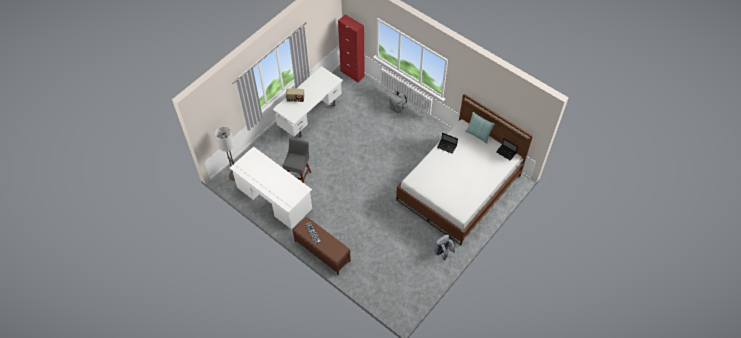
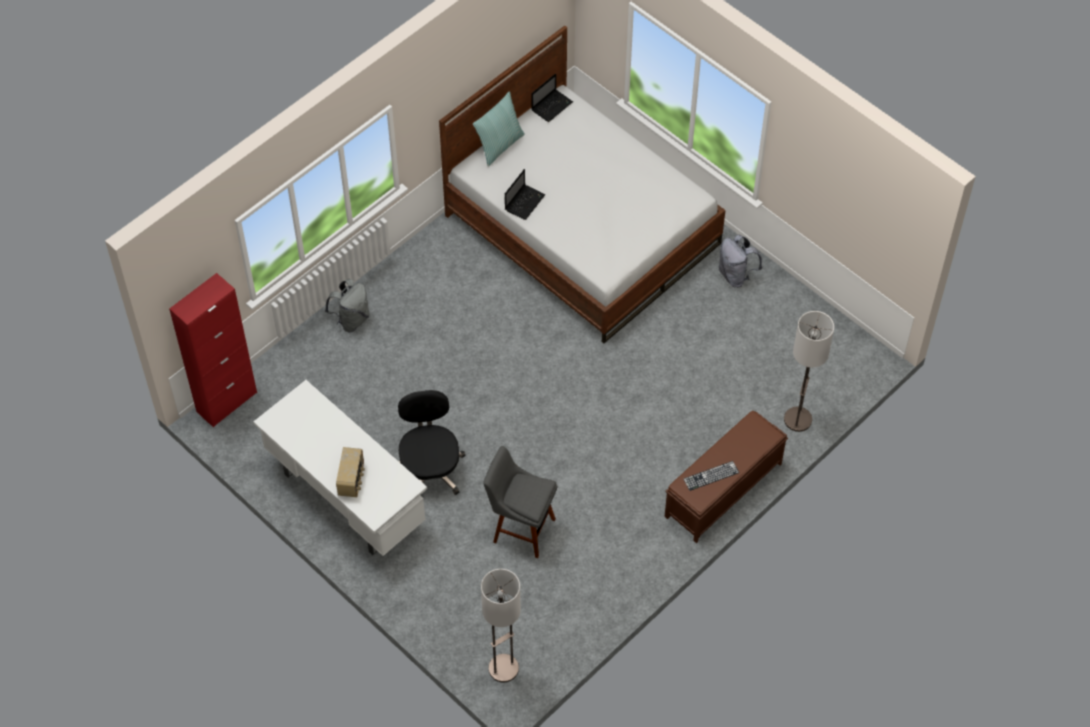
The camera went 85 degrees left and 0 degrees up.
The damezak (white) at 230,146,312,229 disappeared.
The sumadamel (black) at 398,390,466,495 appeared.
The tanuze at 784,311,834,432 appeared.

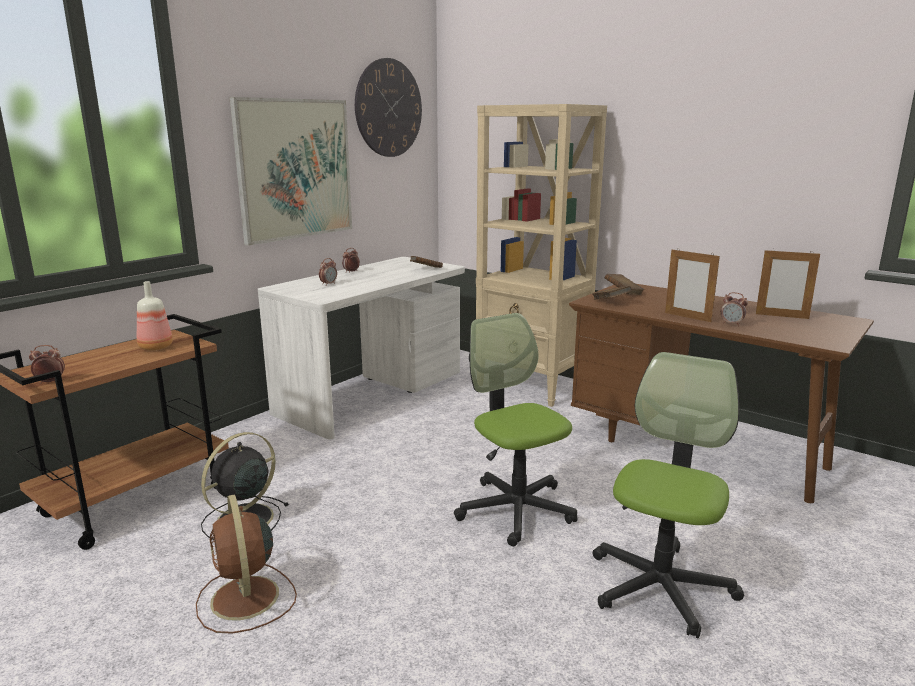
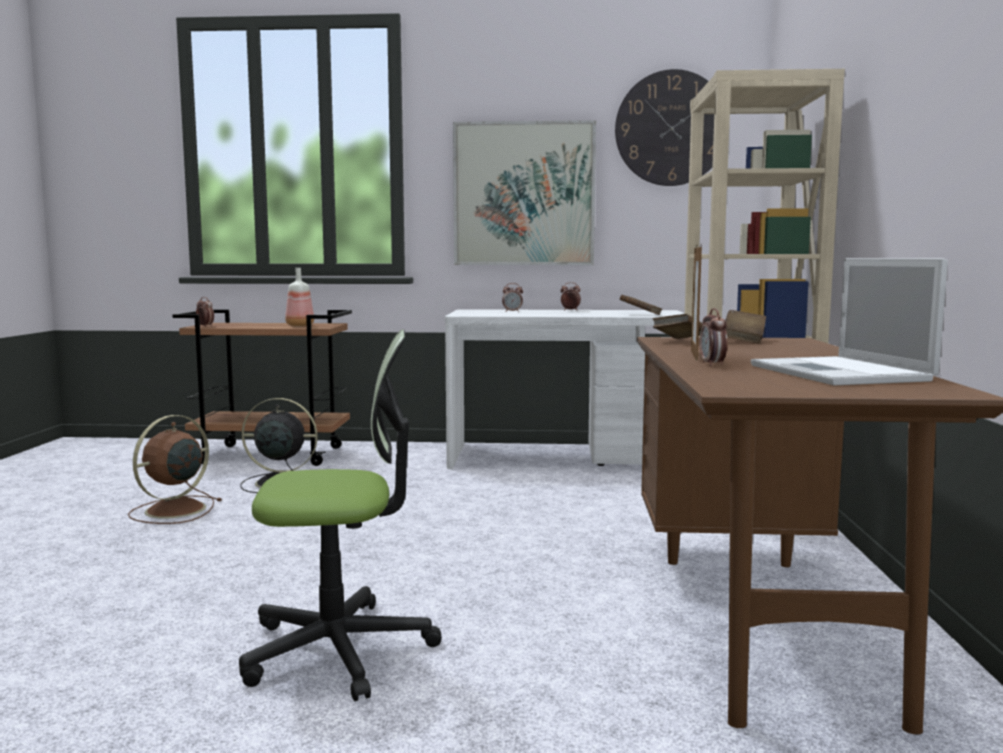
The camera went 55 degrees right and 10 degrees down.
The sumadamel at 454,313,578,546 disappeared.
The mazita at 756,249,820,319 was replaced by the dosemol at 751,258,948,386.

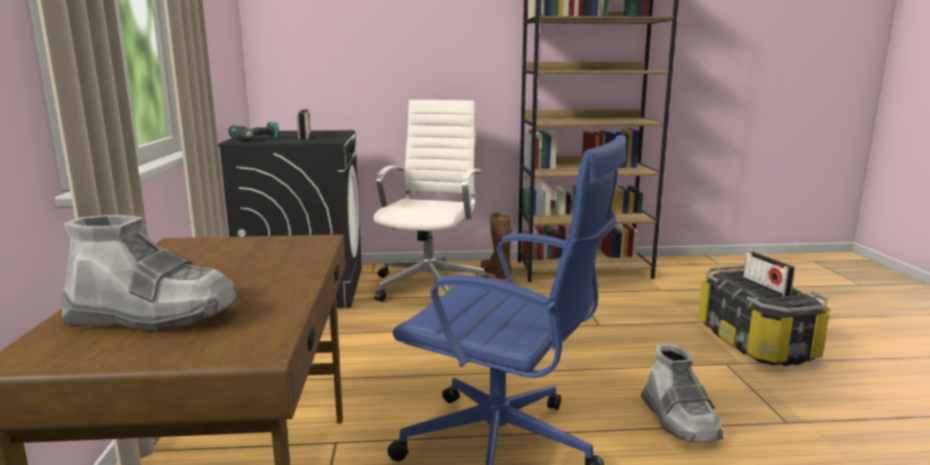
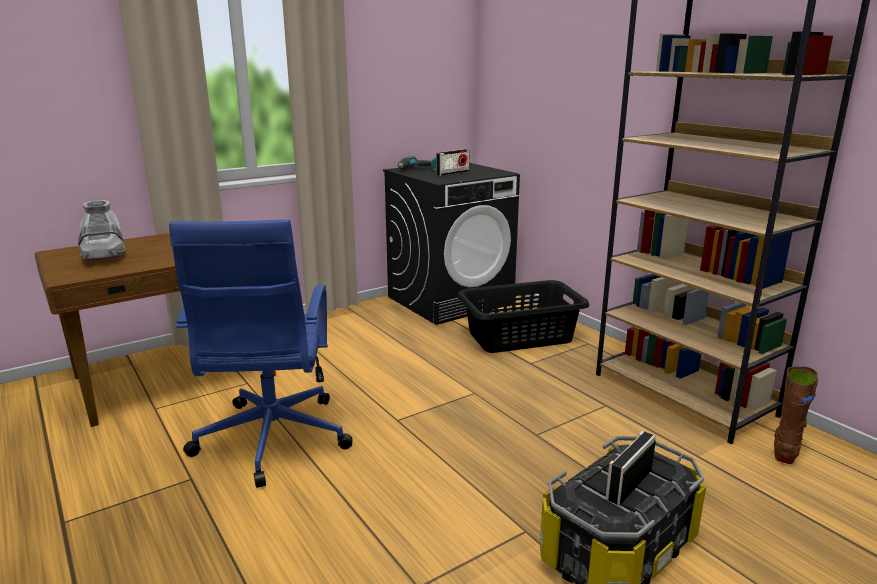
The camera went 60 degrees right and 5 degrees up.
The sumadamel (white) at 373,100,489,302 was replaced by the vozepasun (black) at 457,280,589,353.
The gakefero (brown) moved from 480,213,513,279 to 774,366,818,464.
The gakefero (grey) at 641,344,724,443 disappeared.

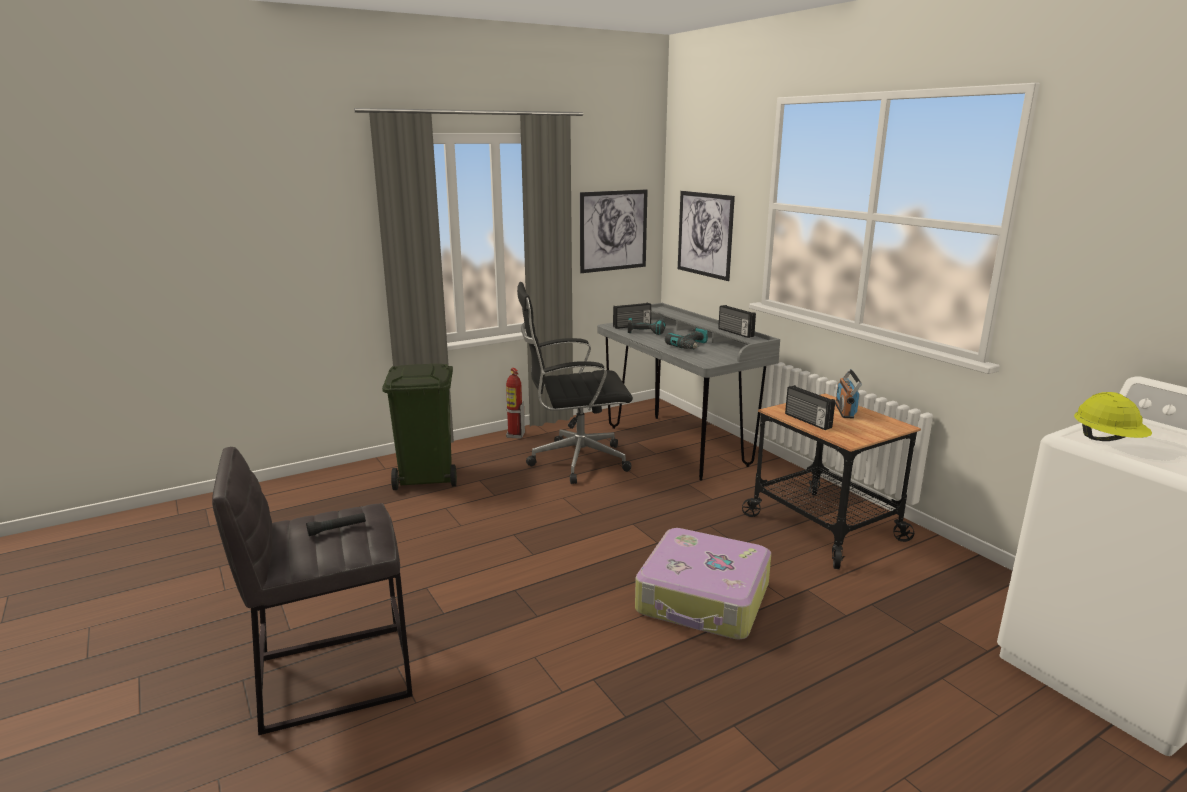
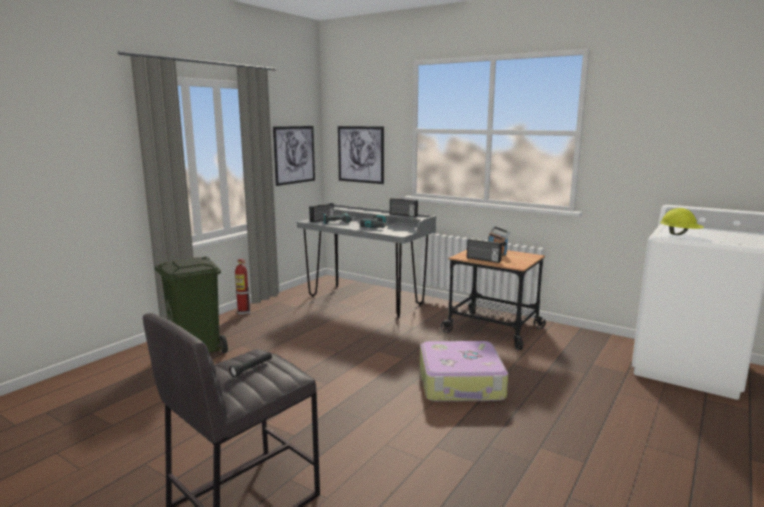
The camera went 25 degrees left and 5 degrees down.
The sumadamel (black) at 517,282,633,484 disappeared.

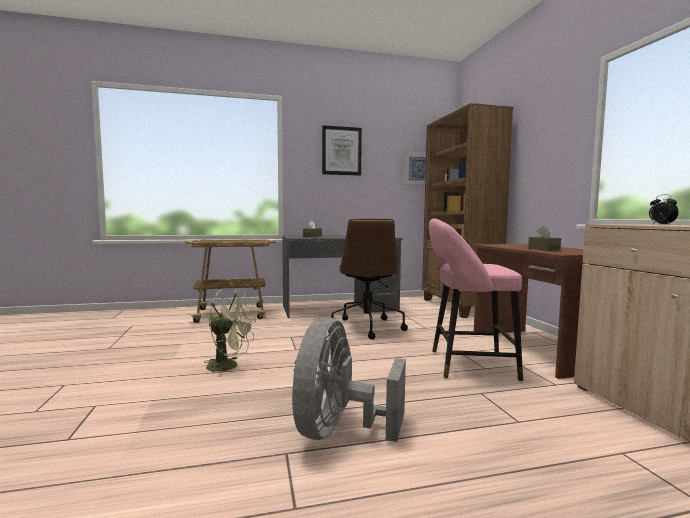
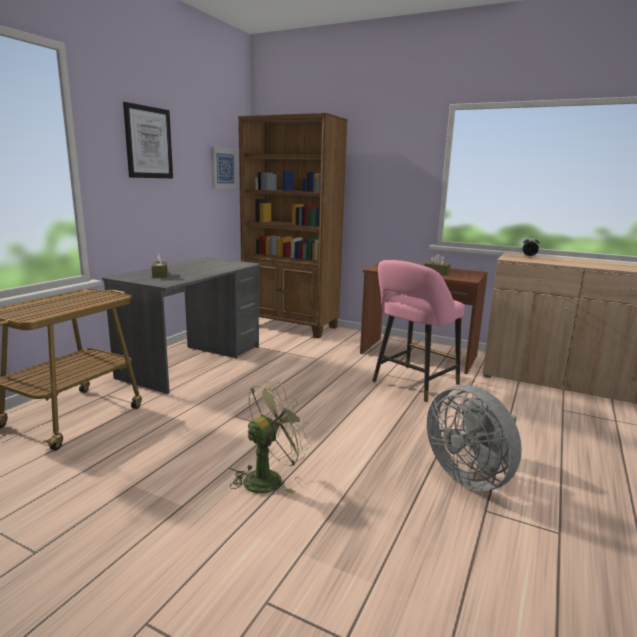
The camera went 50 degrees left and 10 degrees up.
The sumadamel (brown) at 331,219,408,339 disappeared.

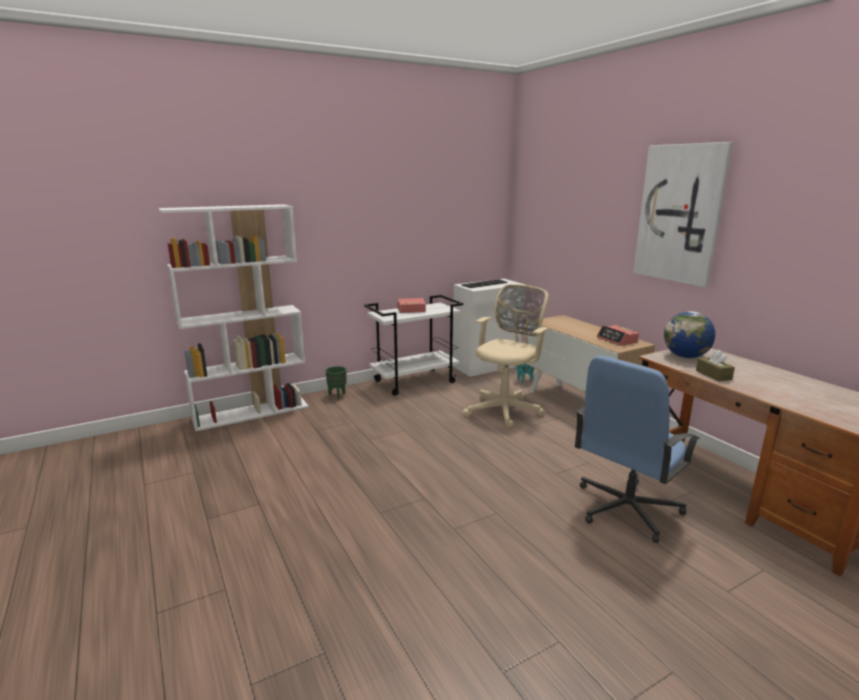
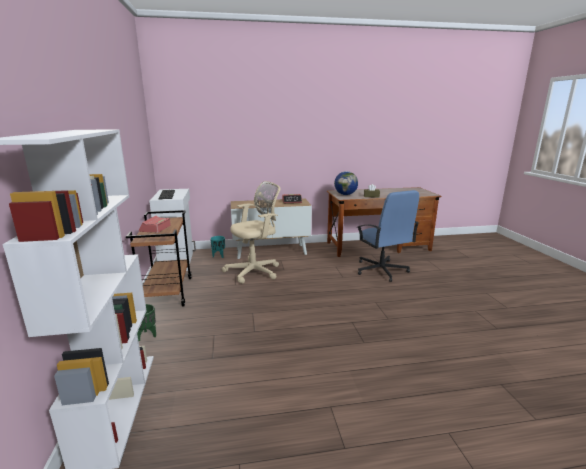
The camera went 70 degrees left and 0 degrees up.
The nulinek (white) at 364,295,464,396 became the nulinek (brown) at 126,210,191,307.
The sumadamel (beige) at 463,284,551,428 turned 90 degrees clockwise.
The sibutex at 633,142,733,287 disappeared.

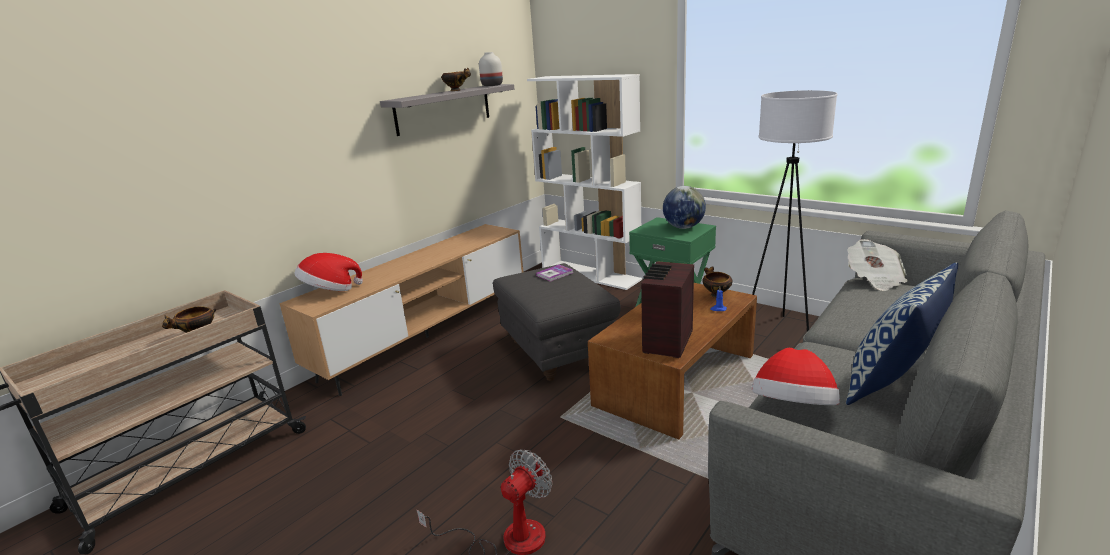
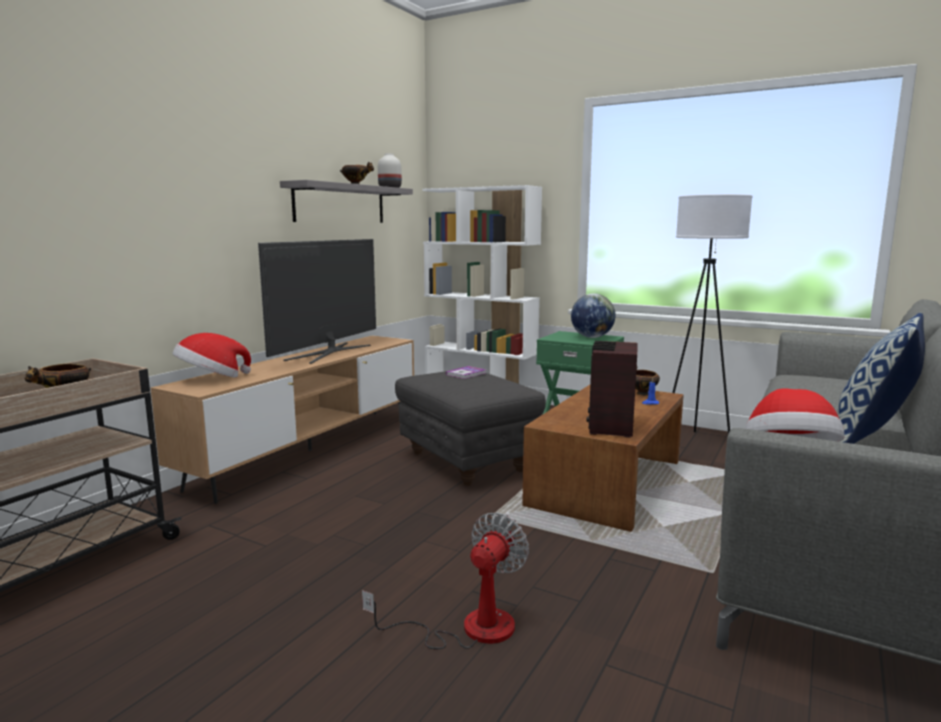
The camera went 10 degrees left and 10 degrees down.
The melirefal at 847,239,908,291 disappeared.
The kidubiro at 258,239,376,364 appeared.

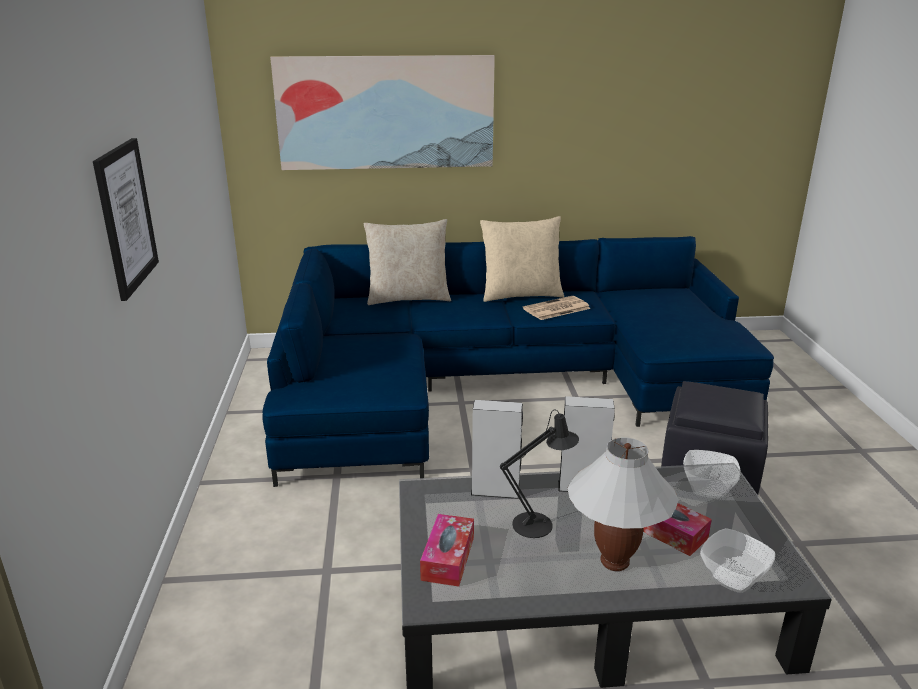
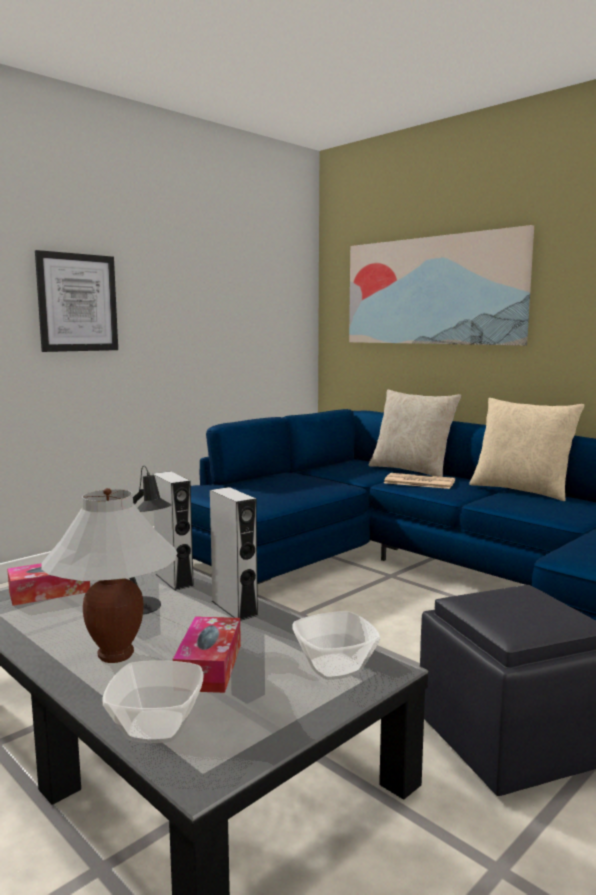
The camera went 50 degrees right and 15 degrees down.
The melirefal moved from 523,296,591,320 to 384,473,455,489.

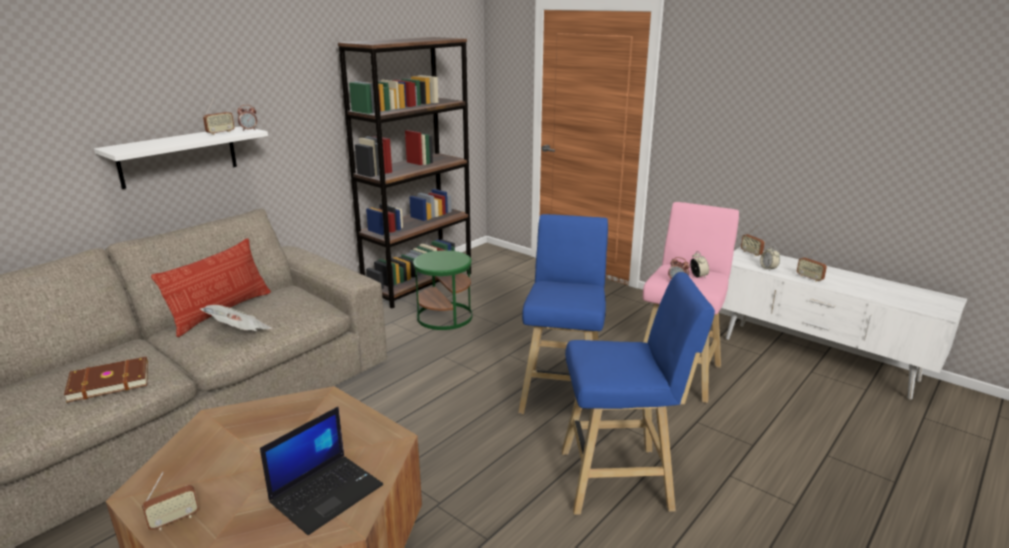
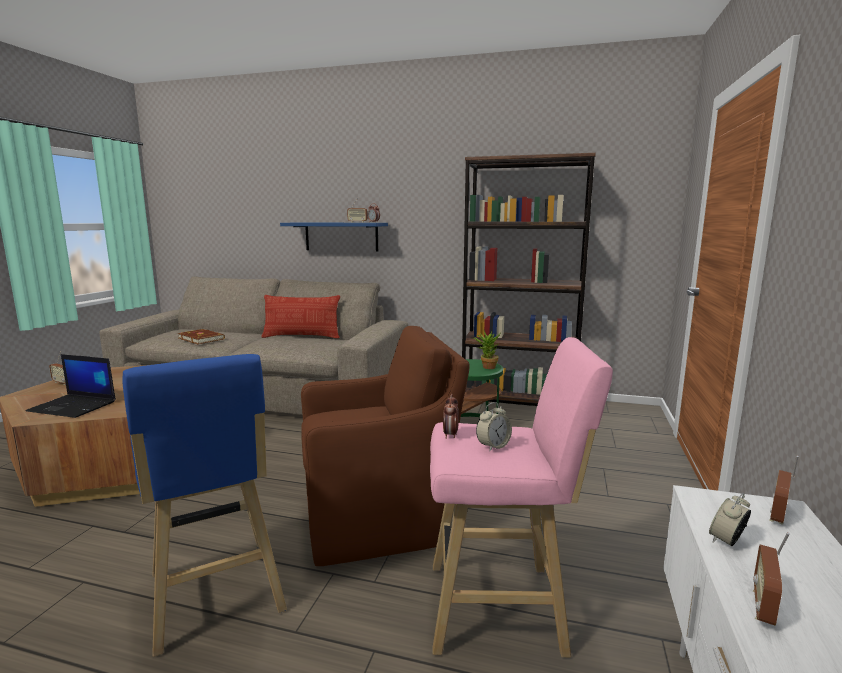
The camera went 65 degrees right and 10 degrees down.
The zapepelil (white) at 94,126,268,189 became the zapepelil (blue) at 280,223,388,251.
The melirefal at 200,305,273,331 disappeared.
The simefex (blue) at 518,214,608,414 was replaced by the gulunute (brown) at 301,326,470,566.
The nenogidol at 473,330,500,369 appeared.

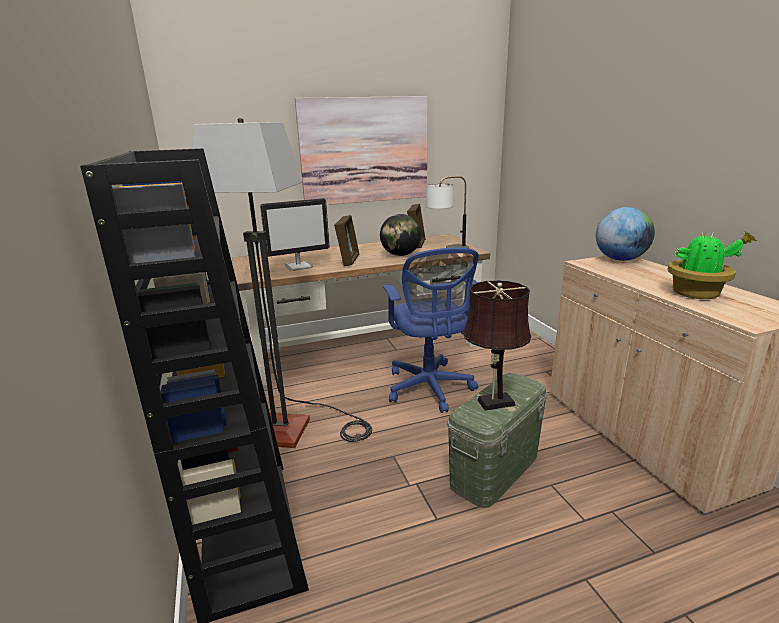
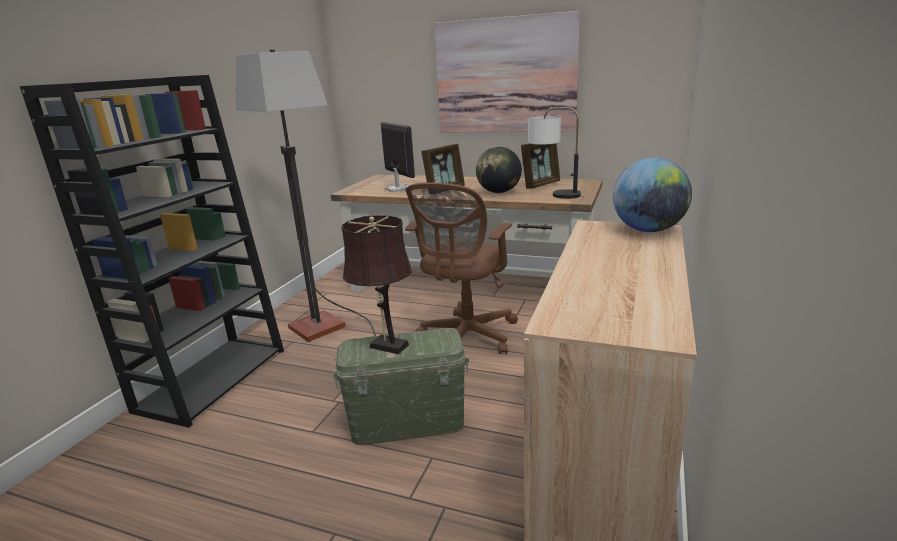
The camera went 40 degrees right and 0 degrees up.
The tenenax at 260,198,330,271 turned 135 degrees counterclockwise.
The sumadamel (blue) at 383,248,479,413 became the sumadamel (brown) at 405,182,518,354.
The nenogidol at 668,230,757,299 disappeared.

